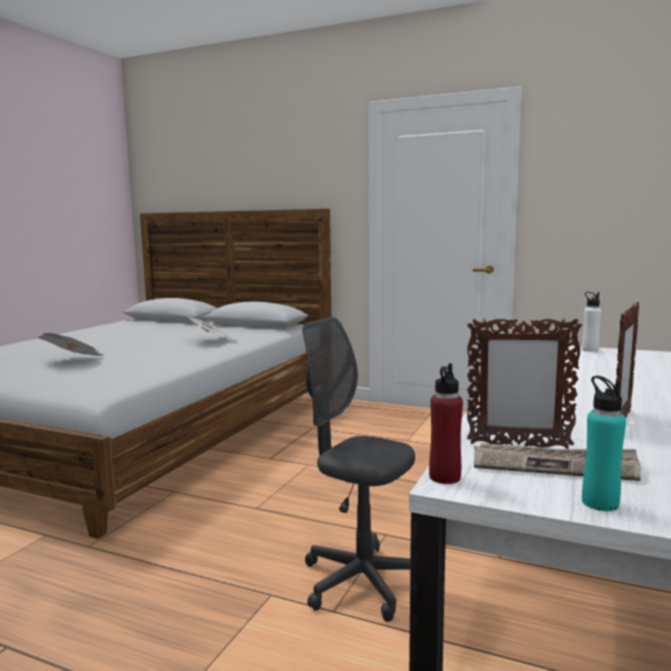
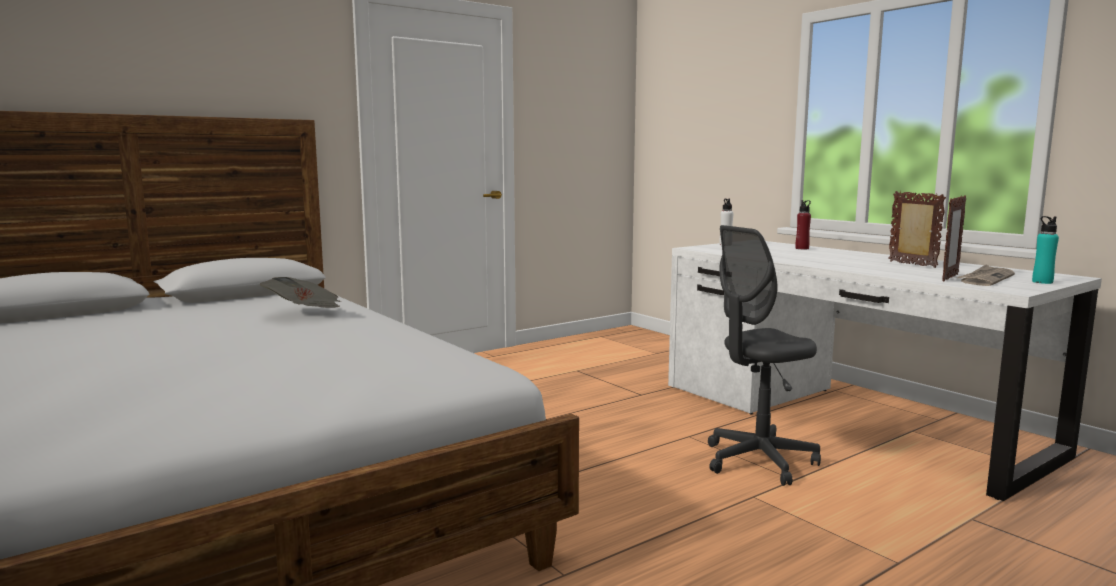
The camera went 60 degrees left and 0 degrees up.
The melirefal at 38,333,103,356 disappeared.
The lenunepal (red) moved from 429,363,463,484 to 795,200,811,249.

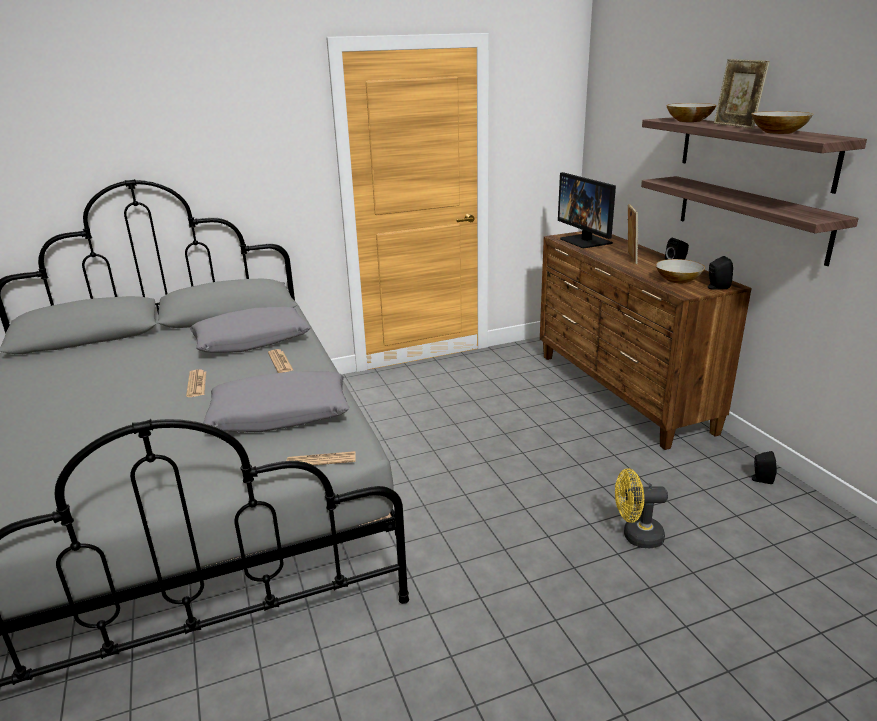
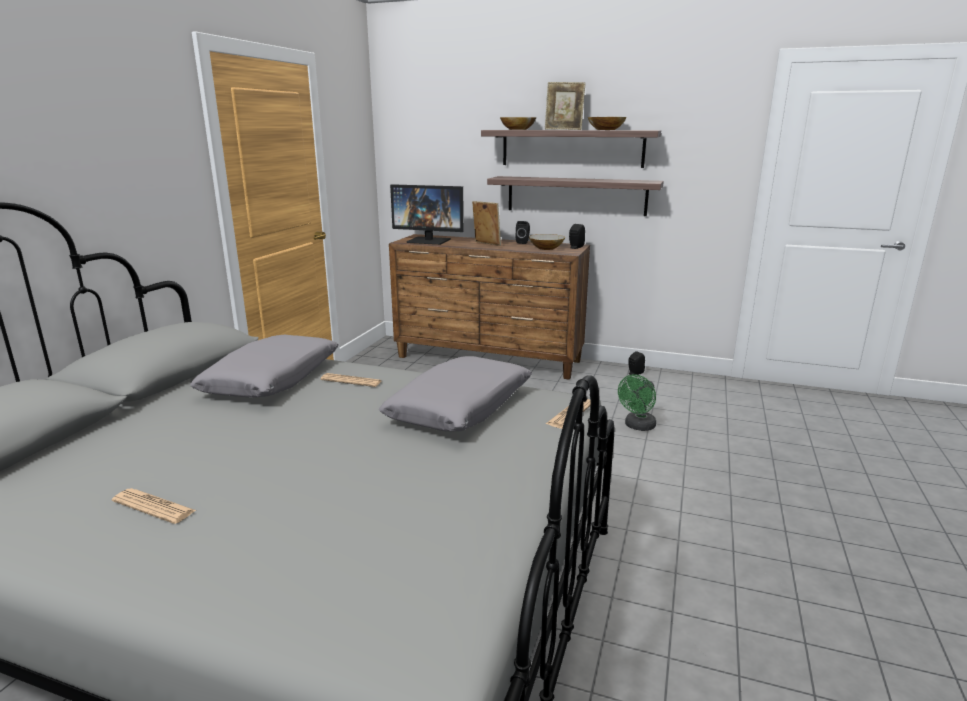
The camera went 50 degrees left and 5 degrees down.
The melirefal moved from 186,369,206,397 to 112,488,197,524.
The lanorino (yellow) at 615,468,668,548 became the lanorino (green) at 618,374,656,431.

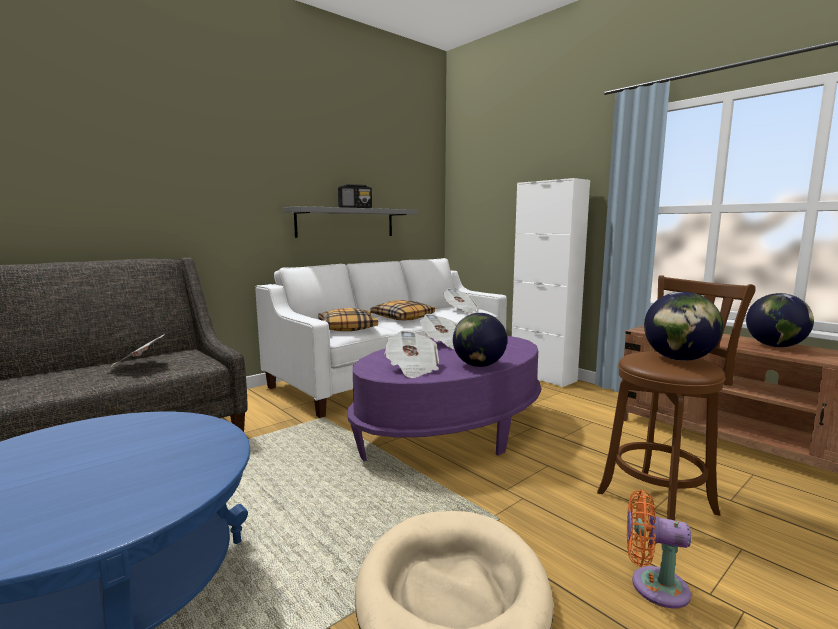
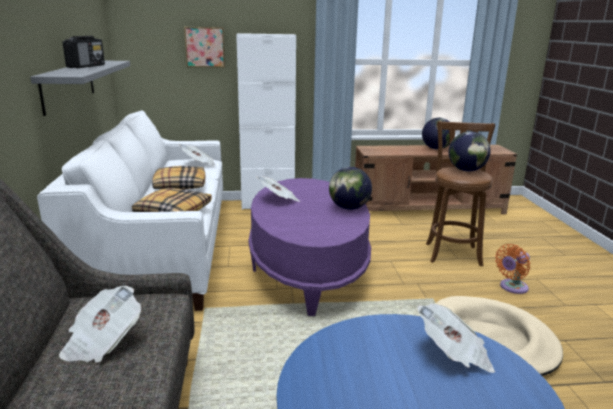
The camera went 55 degrees left and 10 degrees up.
The melirefal moved from 384,330,439,378 to 417,303,495,373.
The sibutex at 184,27,225,68 appeared.

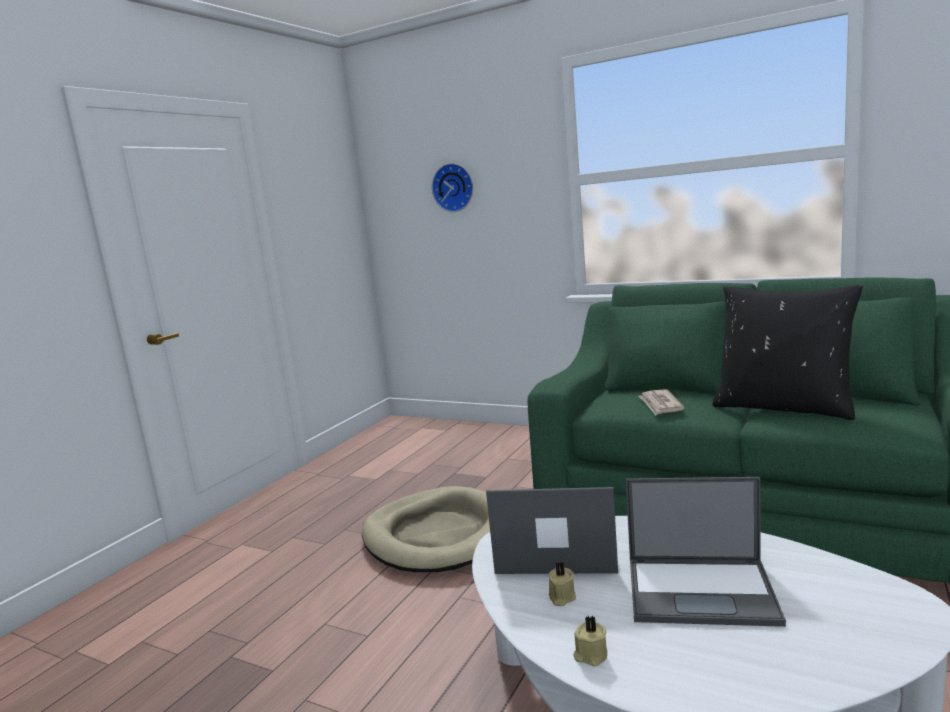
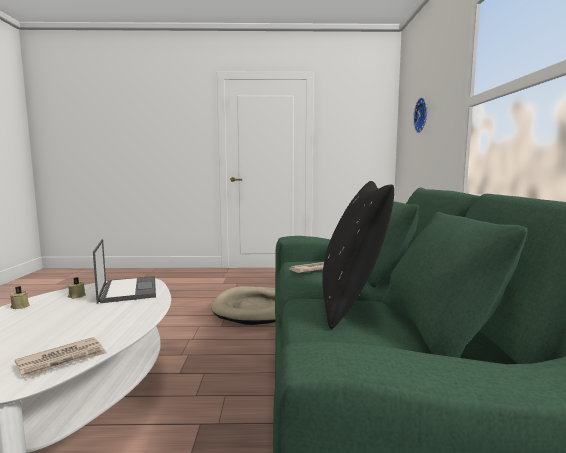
The camera went 60 degrees right and 5 degrees down.
The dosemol at 626,477,786,627 disappeared.
The melirefal at 15,337,107,378 appeared.

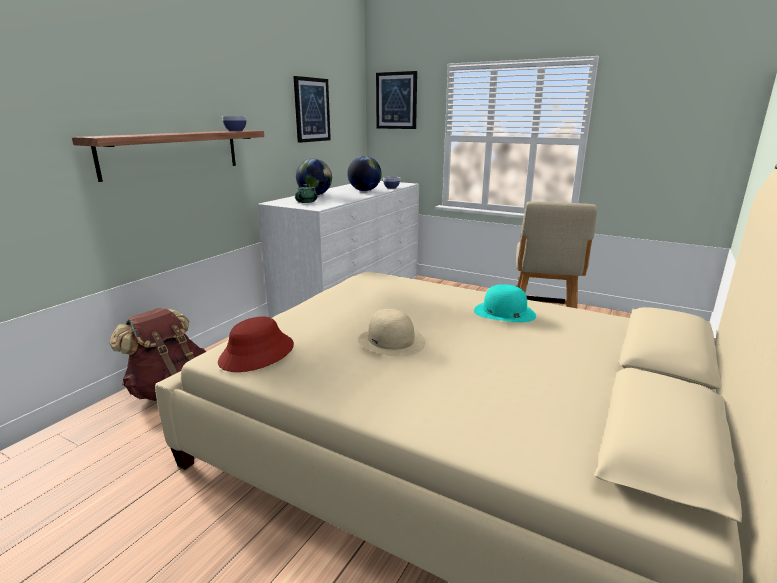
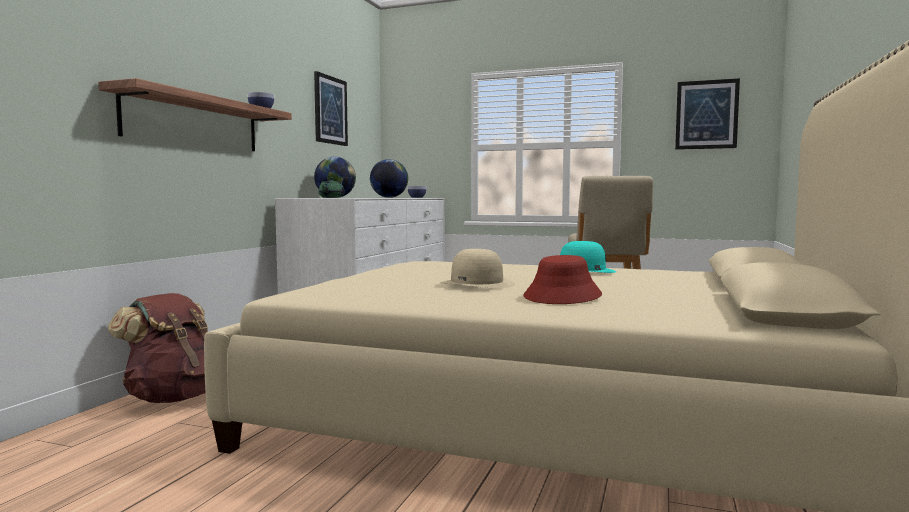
The camera went 10 degrees left and 15 degrees down.
The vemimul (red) moved from 218,316,294,372 to 523,255,602,304.
The sibutex moved from 376,71,417,129 to 675,78,740,150.

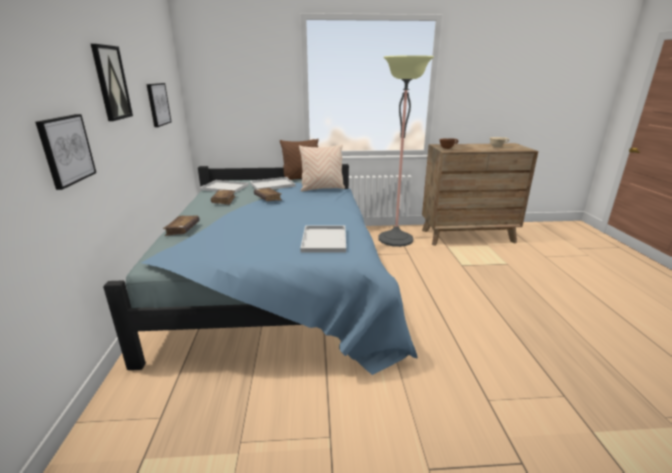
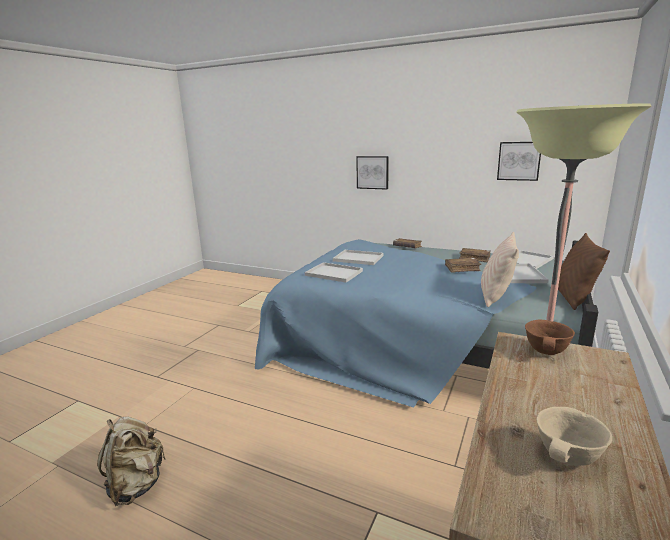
The camera went 120 degrees right and 5 degrees down.
The sibutex at 91,44,133,121 disappeared.
The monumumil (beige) at 97,416,166,506 appeared.
The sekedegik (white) at 333,250,383,265 appeared.

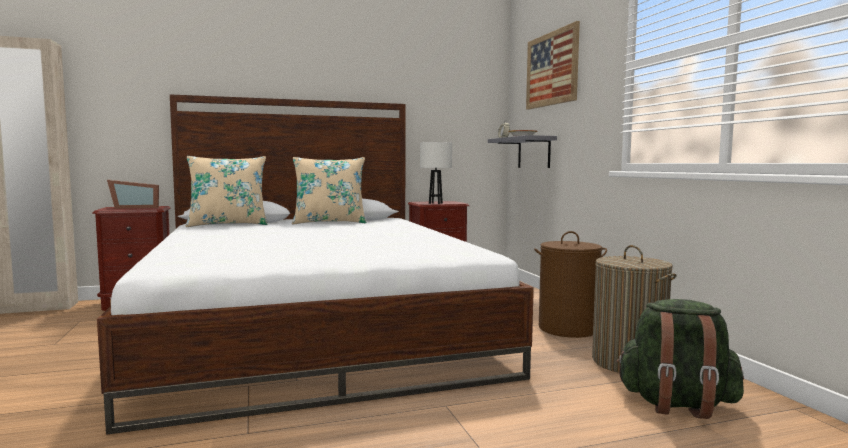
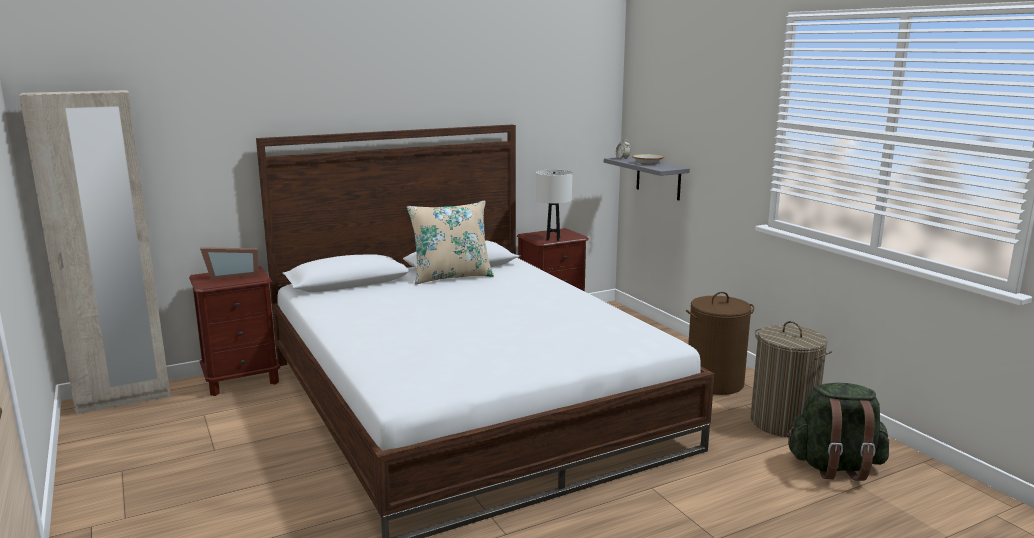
The camera went 10 degrees left and 10 degrees up.
The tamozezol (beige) at 185,156,267,227 disappeared.
The sibutex at 526,21,580,110 disappeared.

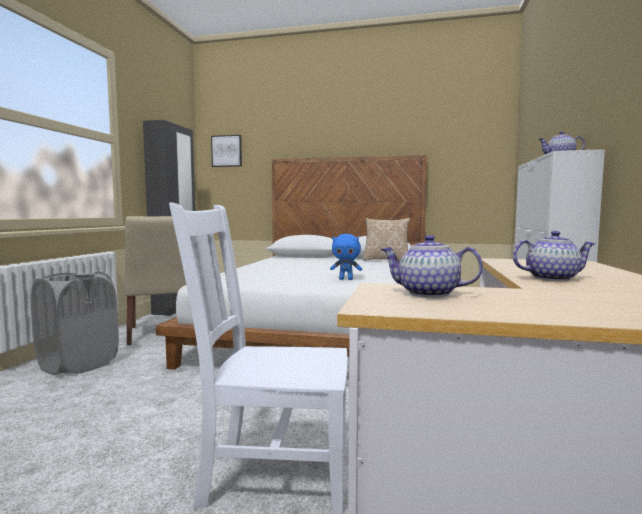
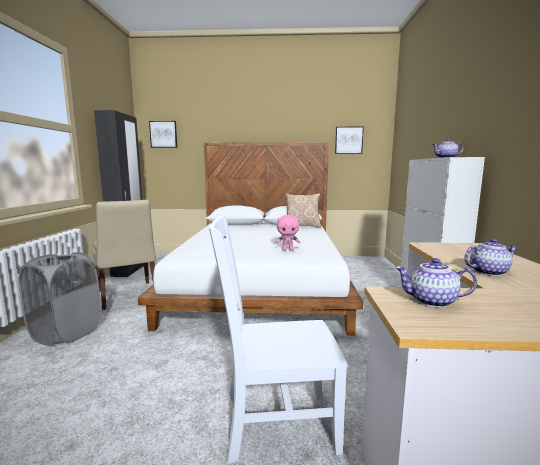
The camera went 10 degrees left and 5 degrees up.
The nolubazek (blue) at 330,234,362,280 became the nolubazek (pink) at 275,215,300,251.
The sibutex at 335,127,364,154 appeared.

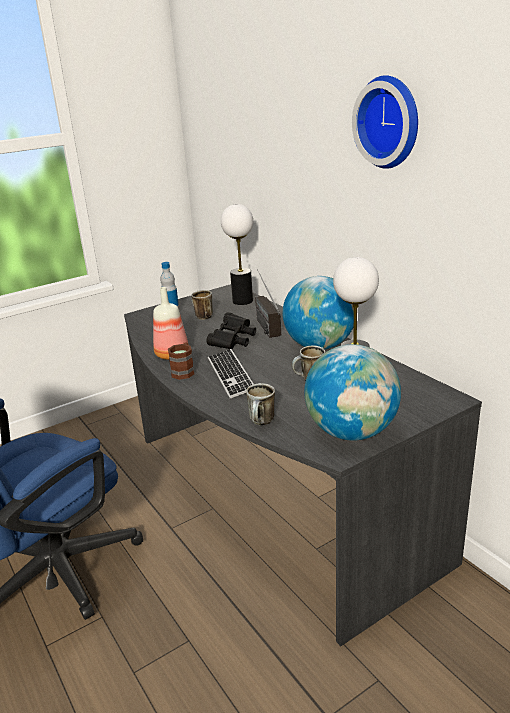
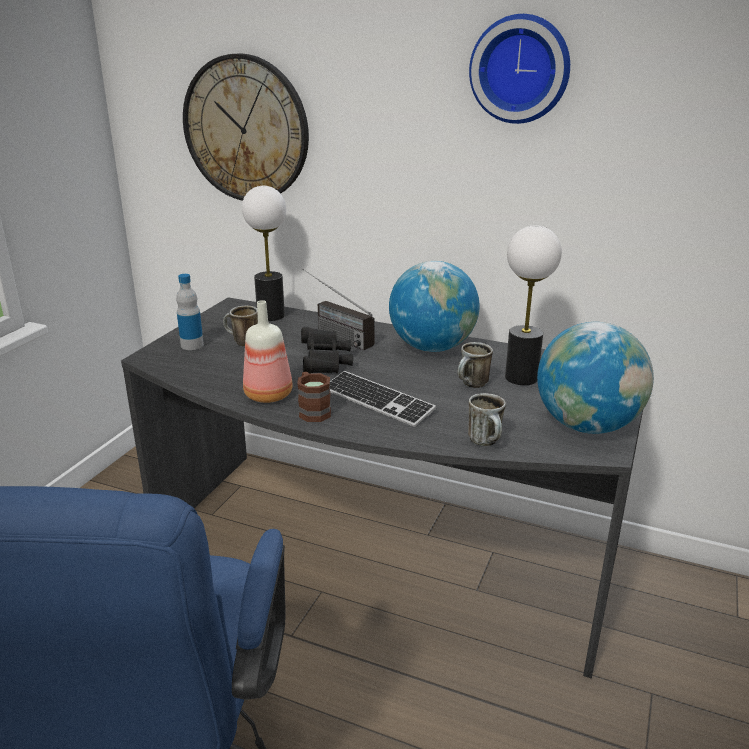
The camera went 35 degrees left and 0 degrees up.
The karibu at 183,53,309,201 appeared.

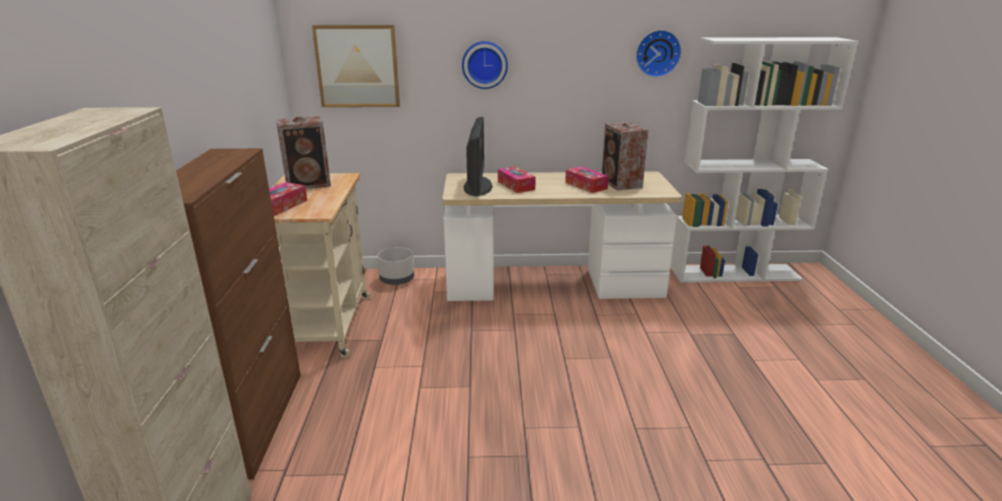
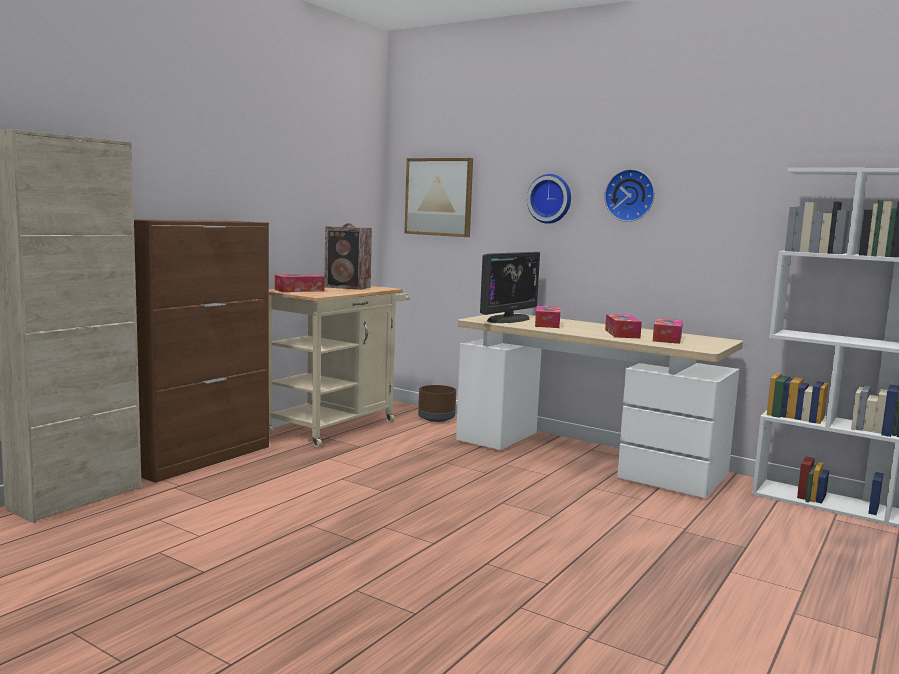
The camera went 35 degrees right and 15 degrees down.
The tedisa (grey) at 377,247,414,285 became the tedisa (brown) at 418,385,456,422.
The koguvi at 602,122,649,191 was replaced by the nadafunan at 653,318,683,344.
The karibu moved from 636,30,682,78 to 604,169,655,222.

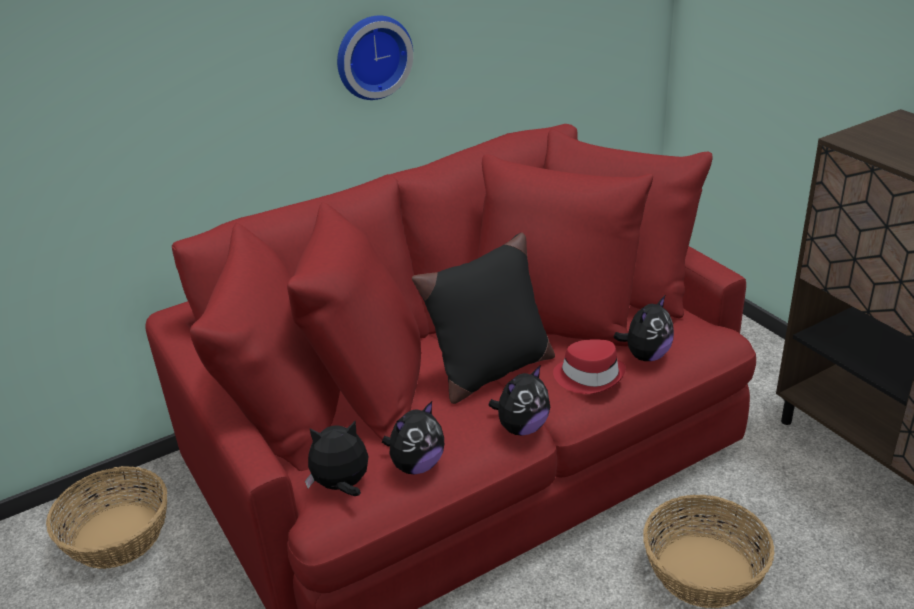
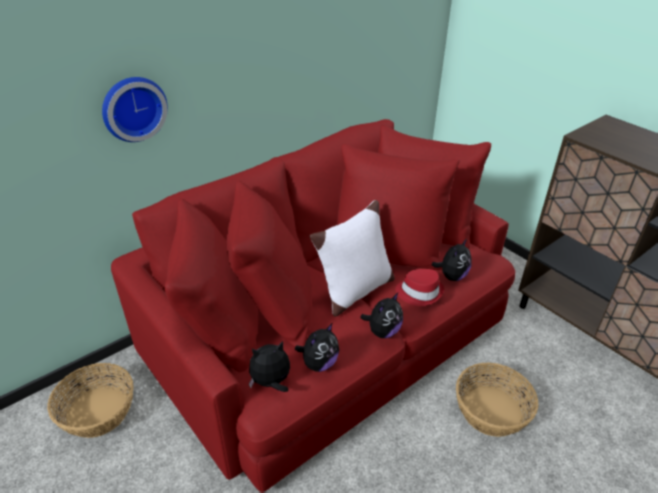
The camera went 10 degrees left and 5 degrees up.
The karibu moved from 337,15,413,100 to 102,77,168,142.
The tamozezol (black) at 412,233,555,404 became the tamozezol (white) at 310,200,395,317.

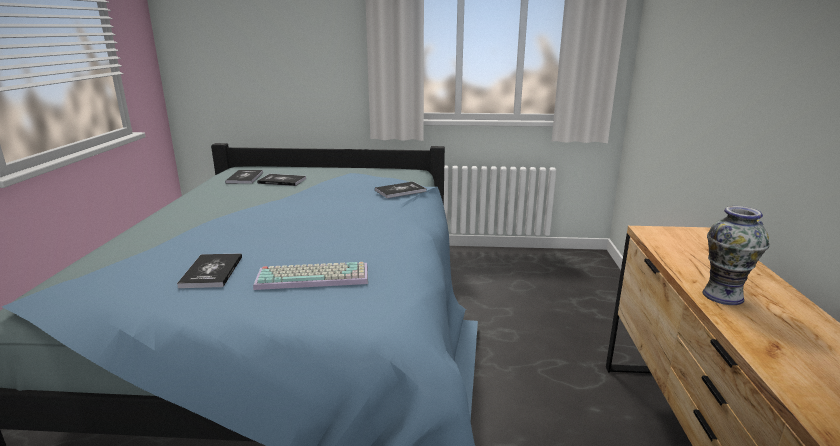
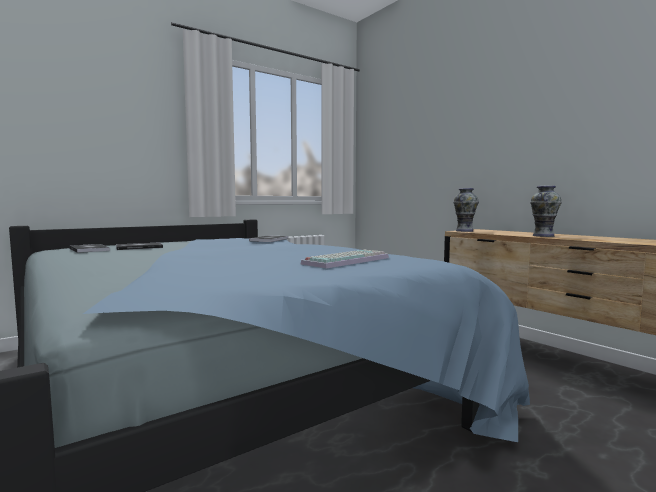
The camera went 40 degrees left and 15 degrees down.
The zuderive at 177,253,242,288 disappeared.
The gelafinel at 453,188,479,232 appeared.

